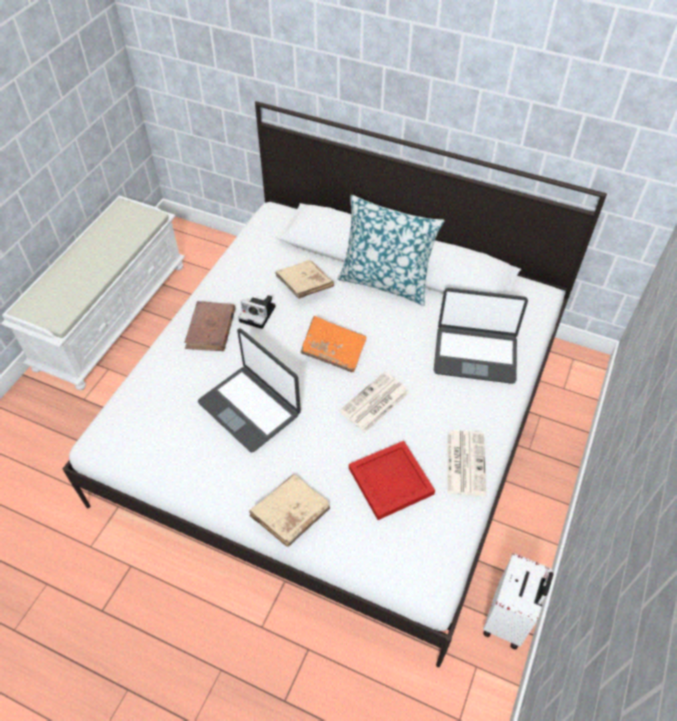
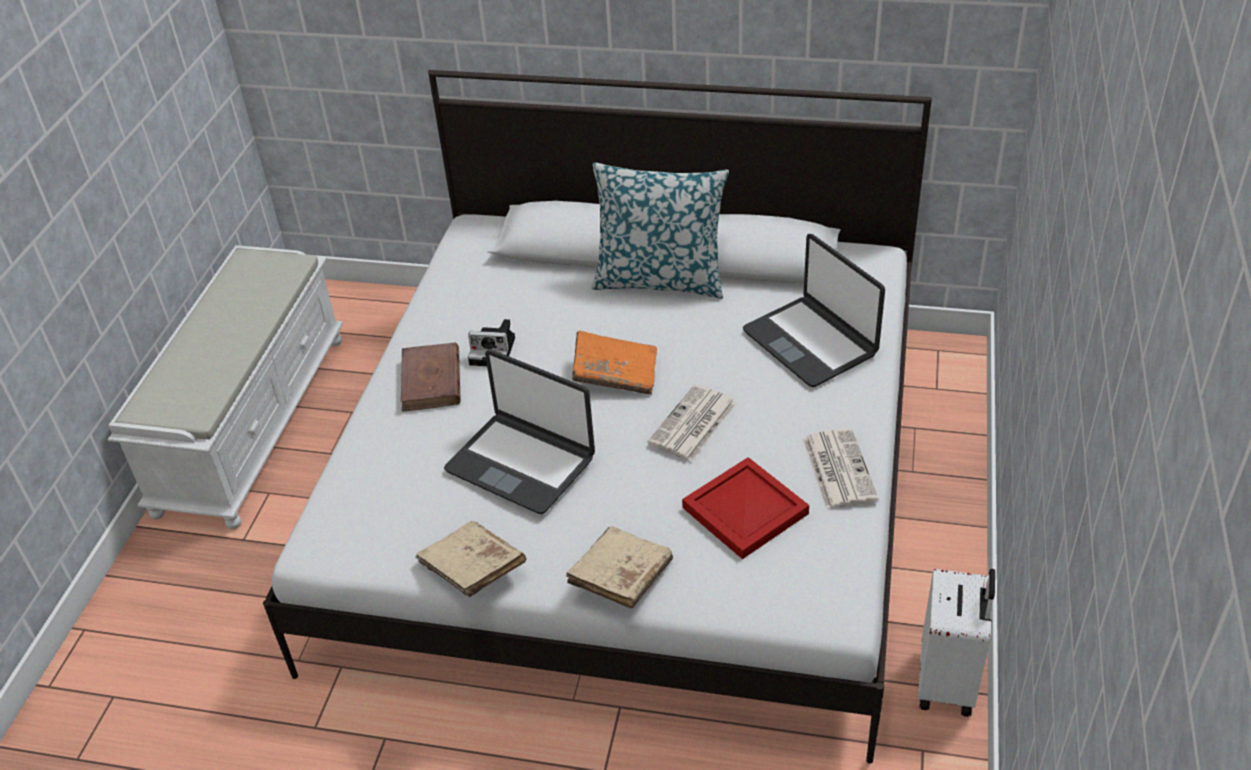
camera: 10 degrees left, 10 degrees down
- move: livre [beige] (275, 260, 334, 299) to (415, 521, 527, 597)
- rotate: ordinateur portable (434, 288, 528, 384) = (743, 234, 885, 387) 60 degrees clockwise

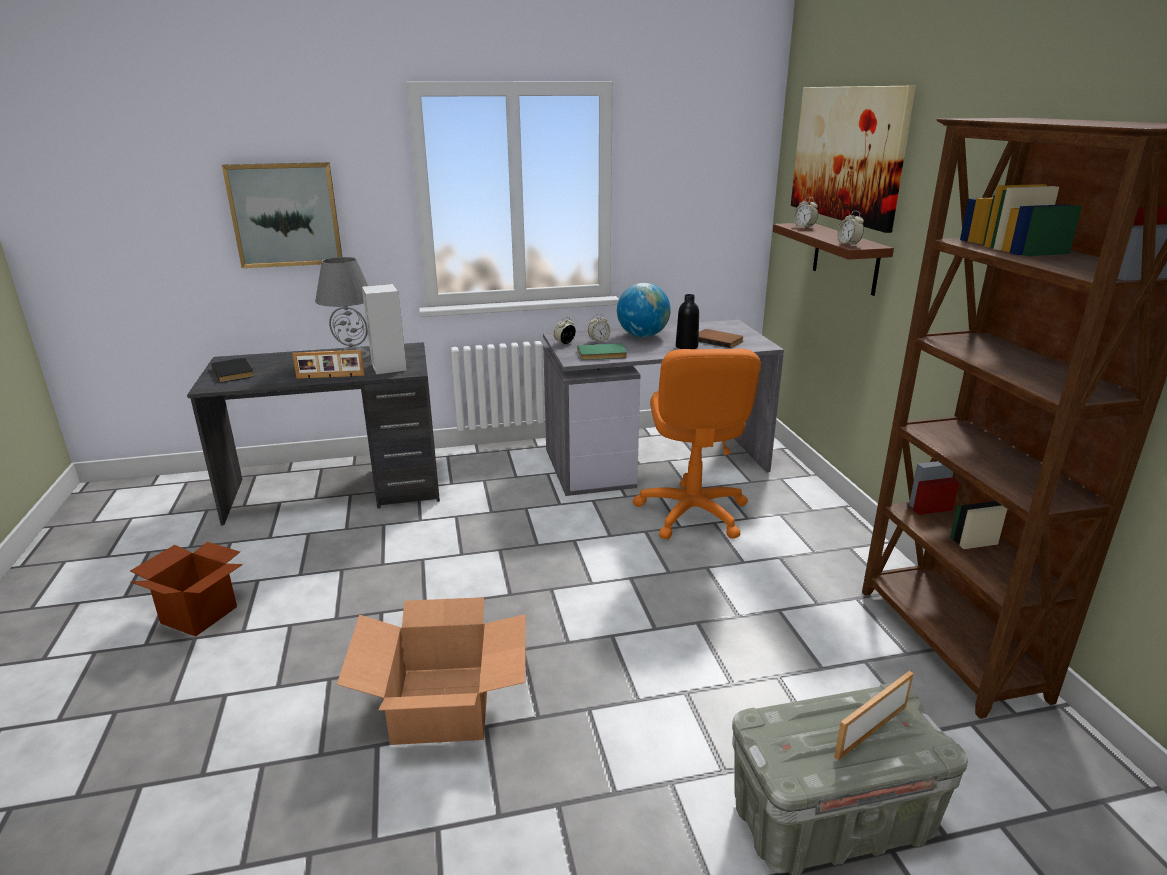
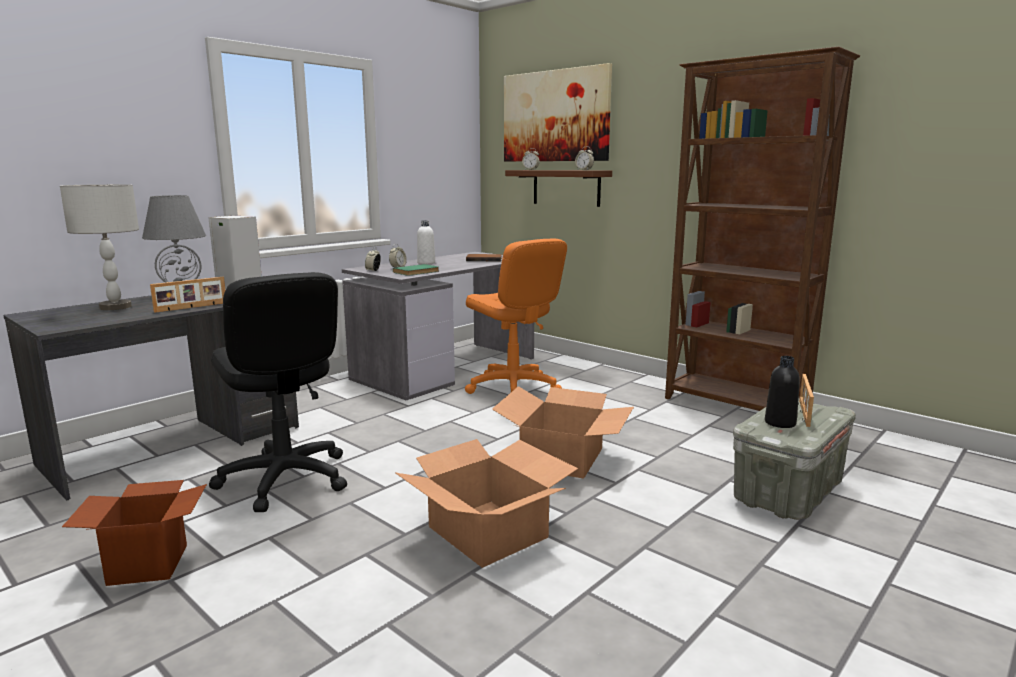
camera: 35 degrees left, 10 degrees down
- delete: livre [noir] (211, 358, 254, 383)
- delete: tableau (222, 162, 342, 268)
- replace: globe (617, 283, 671, 337) to bouteille [blanc] (417, 220, 435, 264)
- move: bouteille [noir] (676, 294, 699, 349) to (765, 356, 800, 428)
- insert: lampe de table [gris] (60, 184, 139, 310)
- insert: chaise de bureau [noir] (209, 272, 347, 512)
- insert: carton (492, 386, 634, 479)

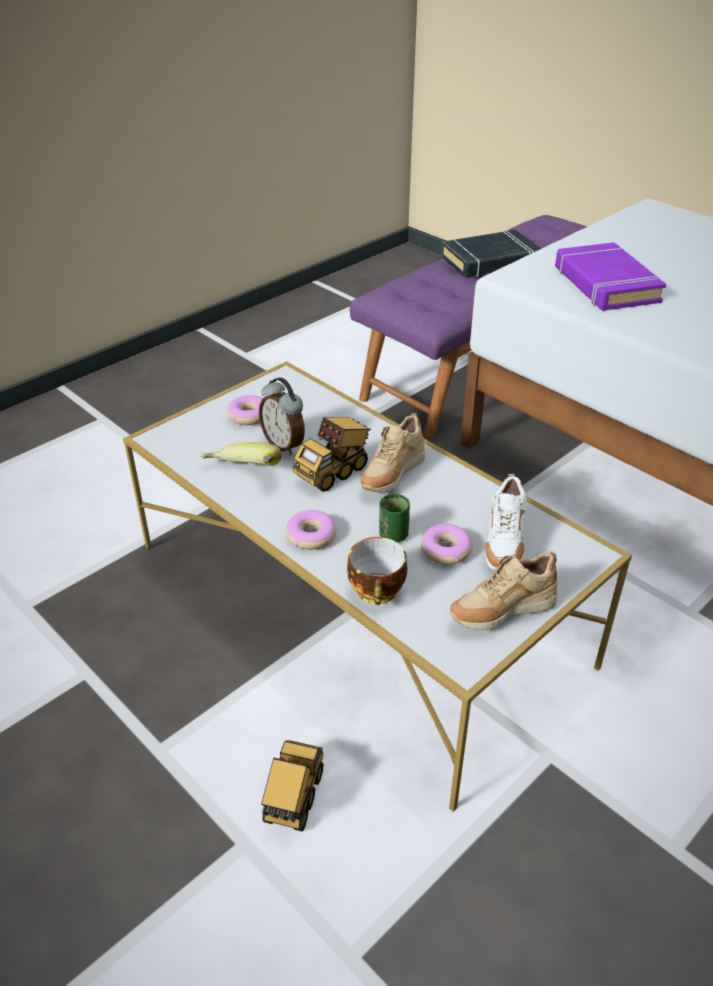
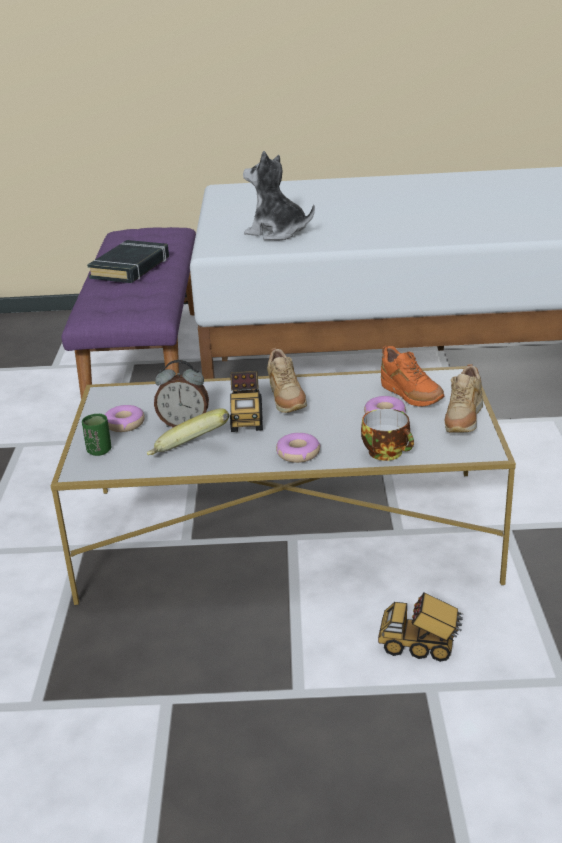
camera: 45 degrees left, 10 degrees down
- rotate: camion jouet (261, 740, 324, 832) = (378, 592, 463, 662) 45 degrees counterclockwise
- move: tasse [vert] (379, 494, 410, 542) to (82, 414, 111, 456)
- recolor: chaussure [blanc] (485, 474, 526, 570) to chaussure [orange] (381, 346, 444, 407)
- replace: livre [violet] (555, 242, 666, 311) to peluche (243, 151, 315, 240)

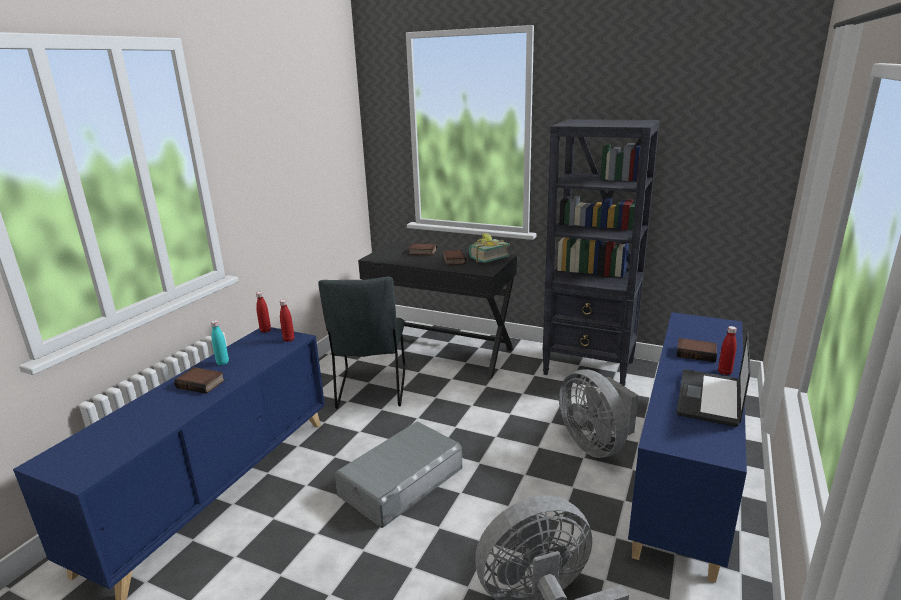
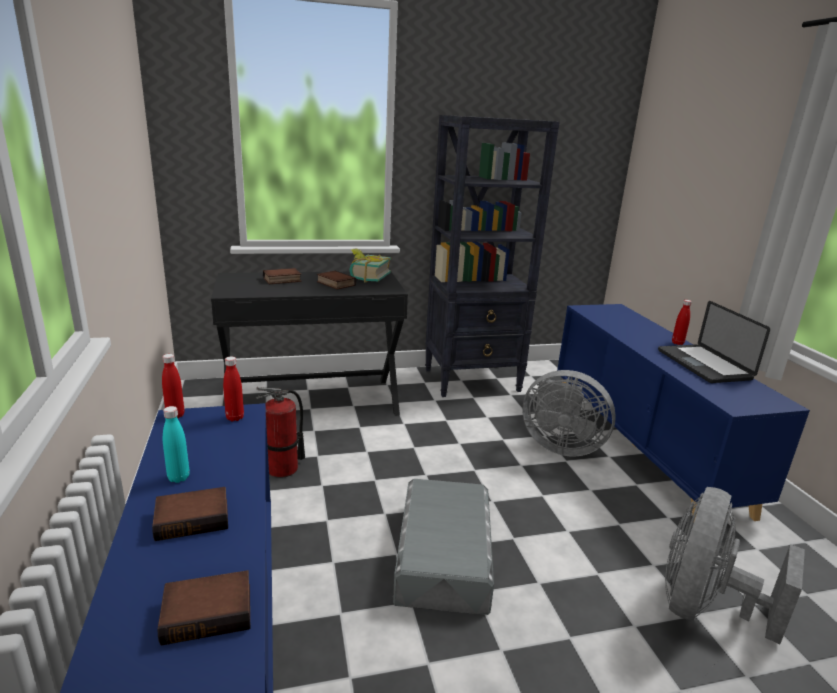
camera: 40 degrees left, 0 degrees up
- replace: chaise [gris] (318, 277, 405, 409) to extincteur (256, 387, 305, 478)
- move: livre (676, 338, 717, 362) to (158, 570, 250, 646)

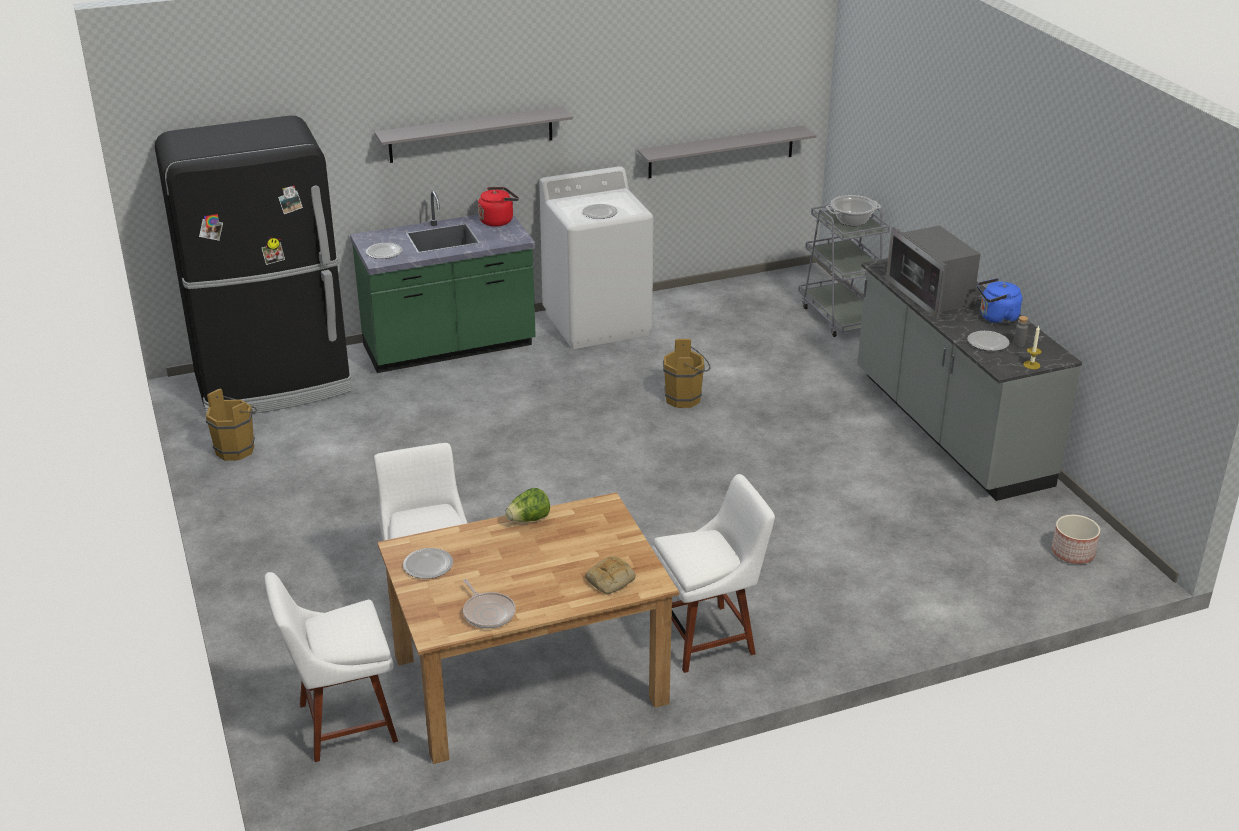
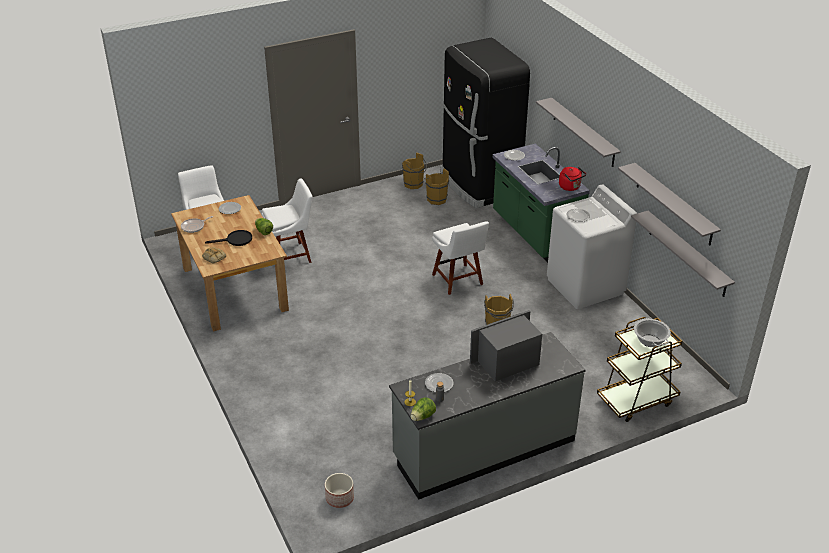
camera: 85 degrees right, 5 degrees up
- move: chaise [blanc] (652, 474, 775, 673) to (432, 221, 489, 295)
- recolor: chariot [gris] (798, 205, 890, 337) to chariot [marron] (597, 317, 682, 422)
- delete: bouilloire [bleu] (977, 278, 1022, 324)
- insert: poêle [noir] (205, 230, 252, 246)
- insert: laitue (411, 397, 436, 421)
- insert: seau [marron] (424, 168, 449, 205)
- insert: étagère [gris] (618, 163, 721, 245)

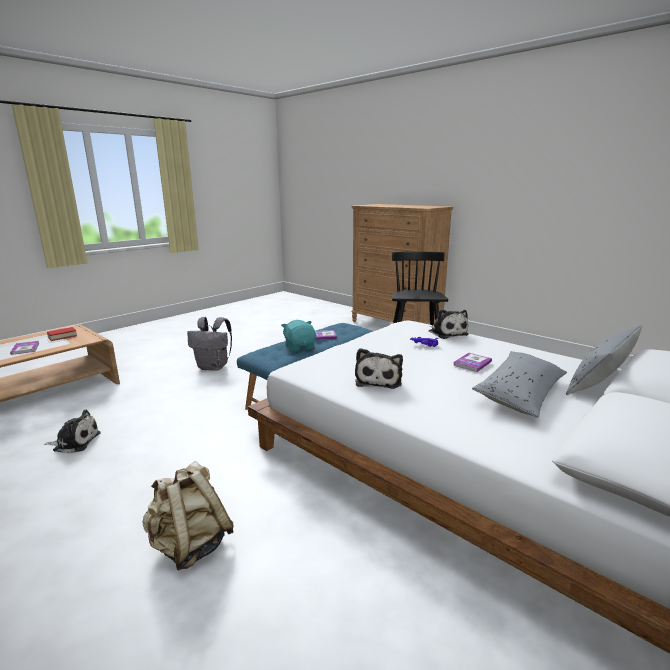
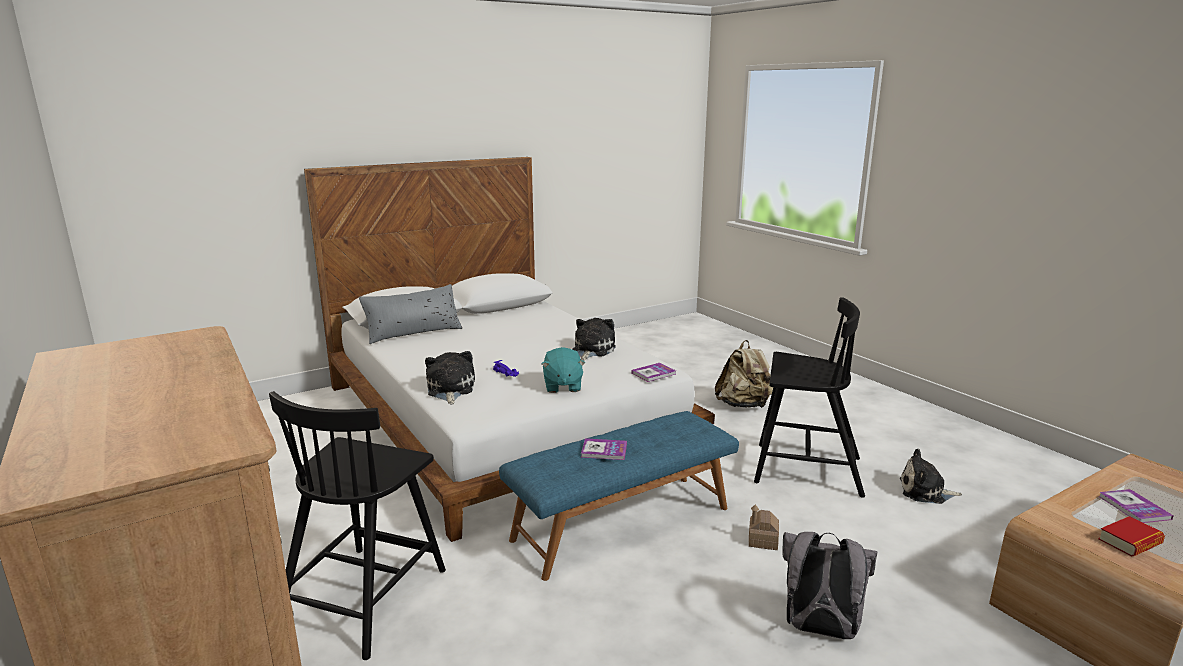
camera: 165 degrees left, 0 degrees up
- move: peluche [turquoise] (281, 320, 316, 352) to (542, 347, 585, 393)
- move: livre (453, 353, 492, 372) to (631, 363, 676, 382)
- delete: coussin [gris] (472, 351, 567, 418)
- insert: maison miniature (749, 505, 779, 550)
- insert: chaise [noir] (754, 297, 865, 498)

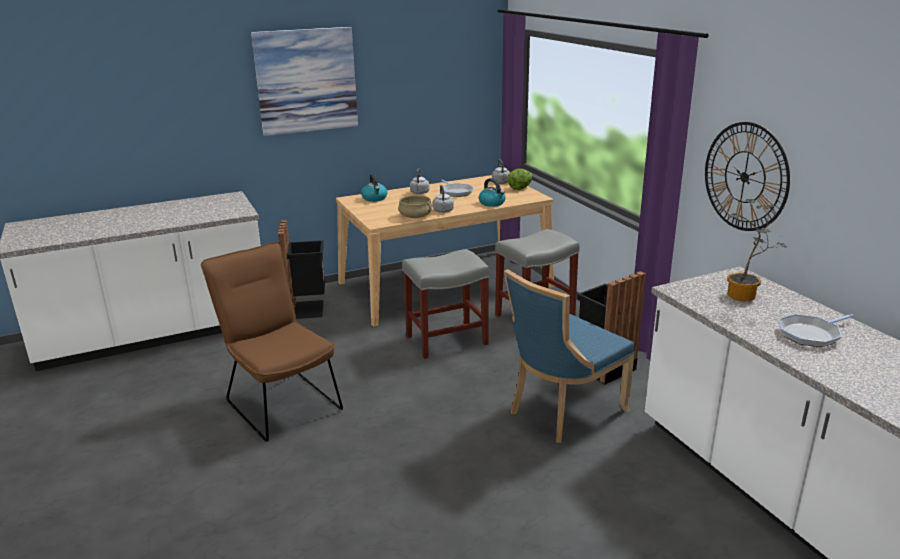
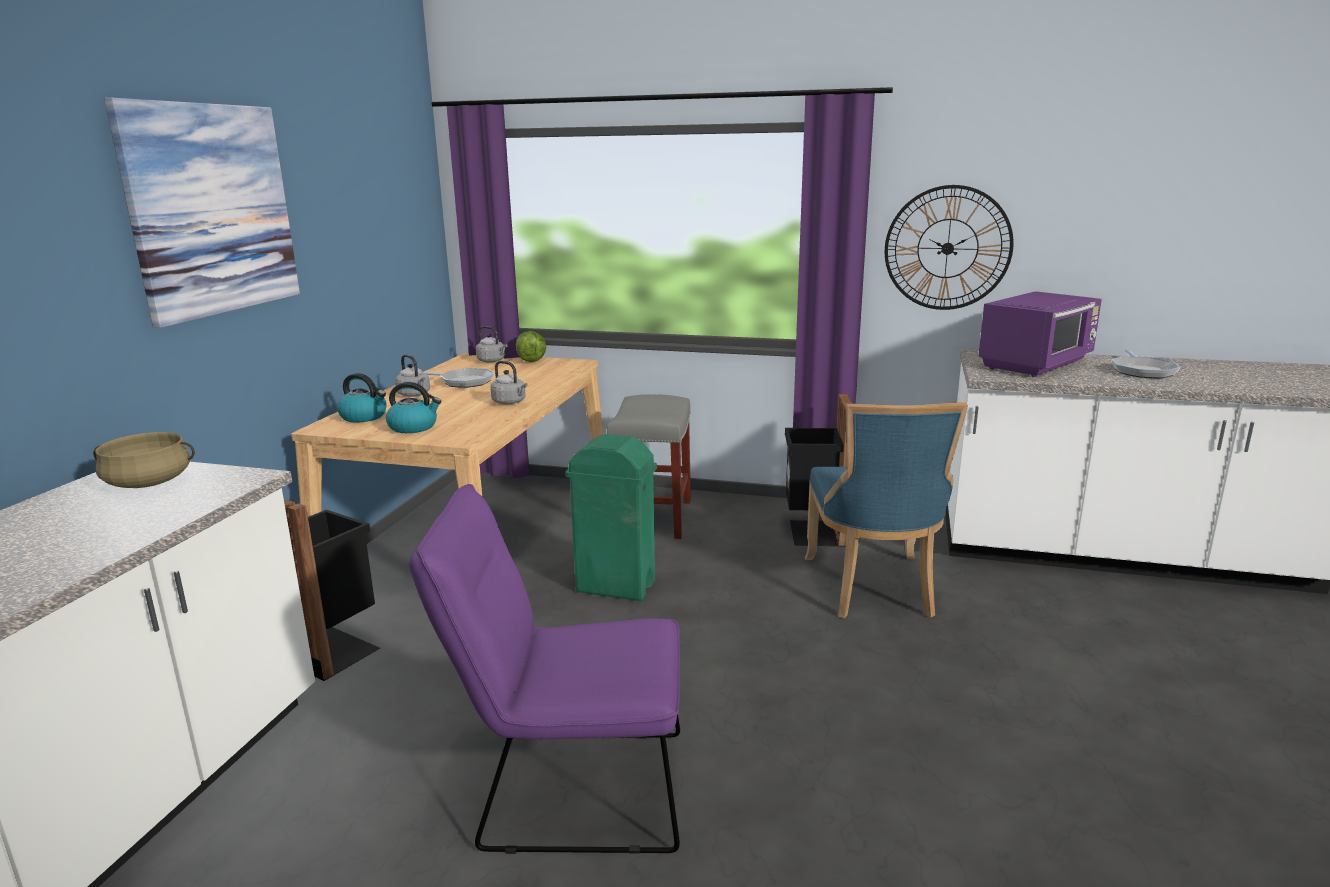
camera: 50 degrees left, 5 degrees down
- recolor: chaise [marron] (201, 242, 343, 442) to chaise [violet] (409, 484, 680, 854)
- move: marmite [beige] (398, 195, 432, 218) to (93, 432, 195, 488)
- replace: tabouret [gris] (402, 249, 489, 359) to poubelle [vert] (565, 434, 657, 601)
- move: bouilloire (479, 178, 506, 207) to (386, 382, 441, 433)
- replace: plante en pot (727, 199, 787, 301) to micro-ondes [violet] (978, 291, 1102, 377)

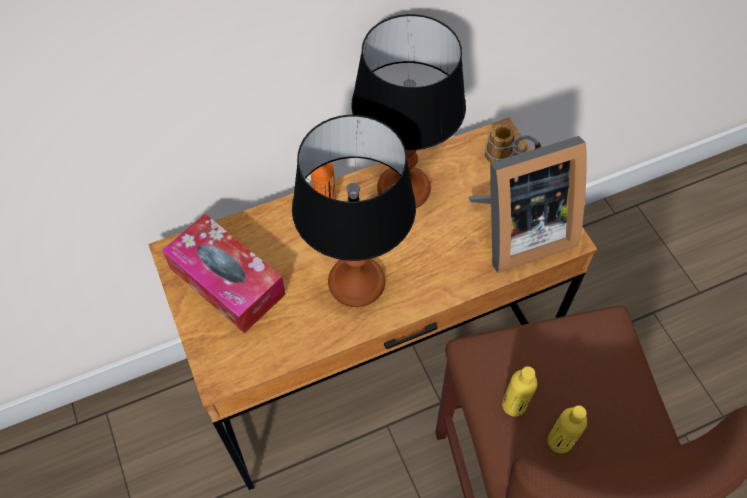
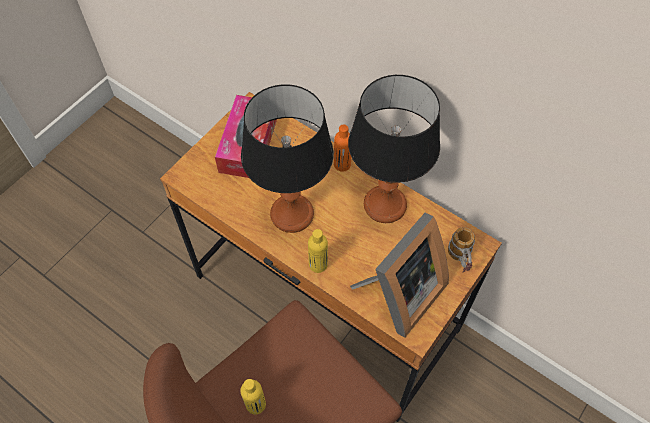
camera: 60 degrees right, 0 degrees up
- rotate: cadre photo (469, 136, 587, 273) = (350, 213, 449, 338) 90 degrees counterclockwise
- move: bouteille [jaune] (502, 366, 538, 416) to (308, 229, 328, 273)

